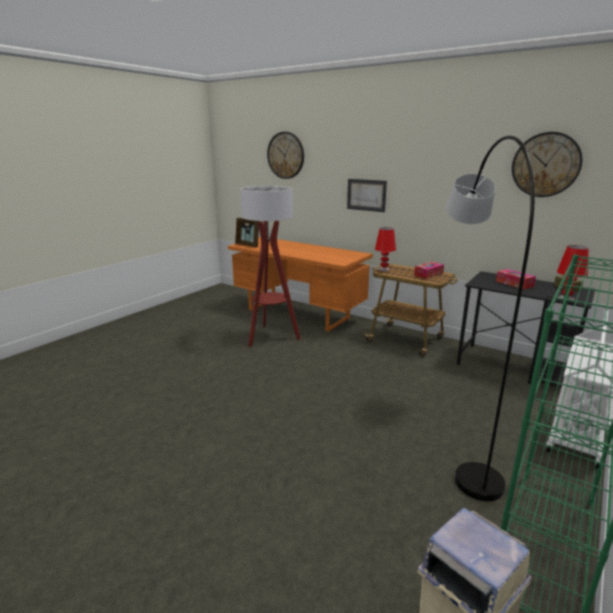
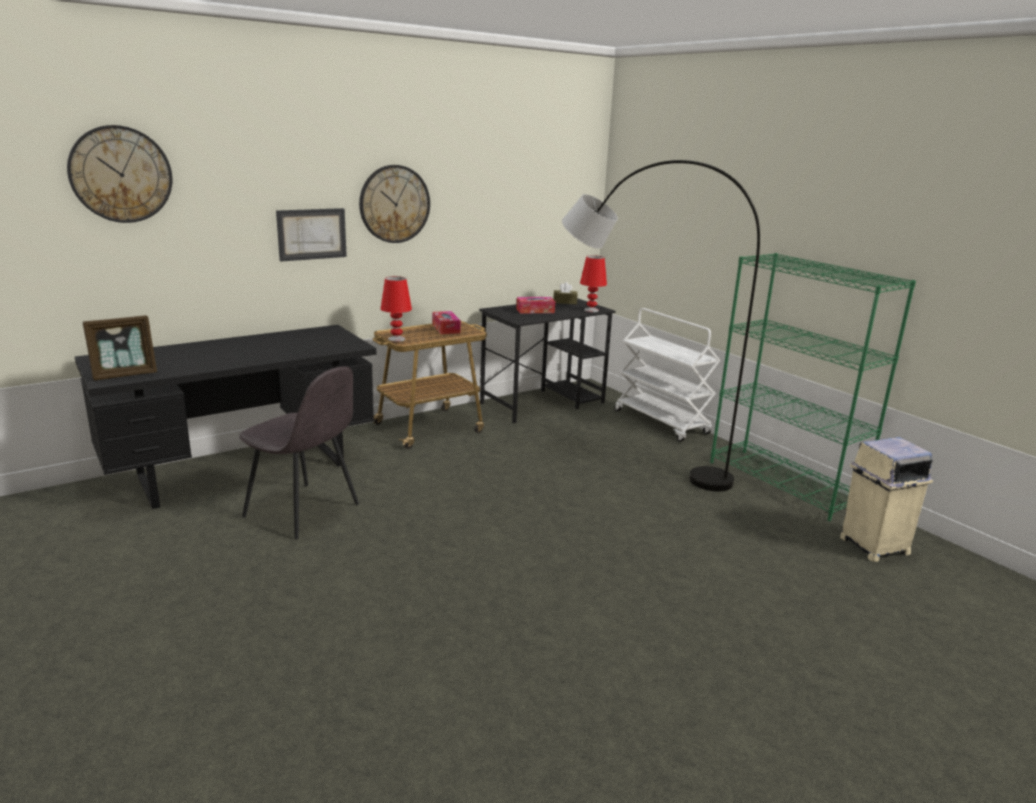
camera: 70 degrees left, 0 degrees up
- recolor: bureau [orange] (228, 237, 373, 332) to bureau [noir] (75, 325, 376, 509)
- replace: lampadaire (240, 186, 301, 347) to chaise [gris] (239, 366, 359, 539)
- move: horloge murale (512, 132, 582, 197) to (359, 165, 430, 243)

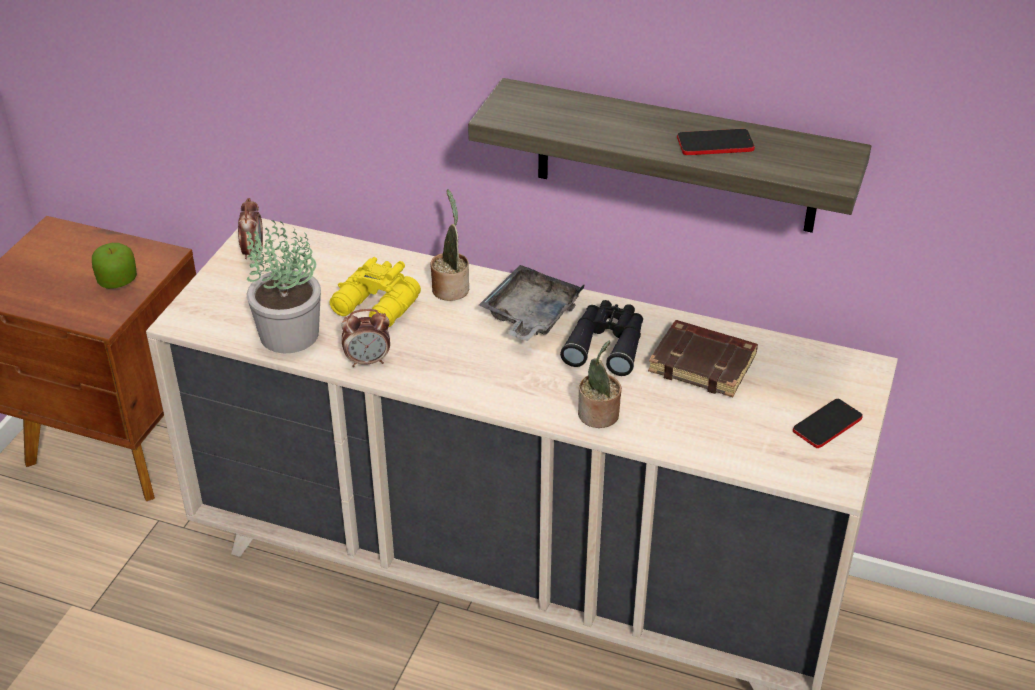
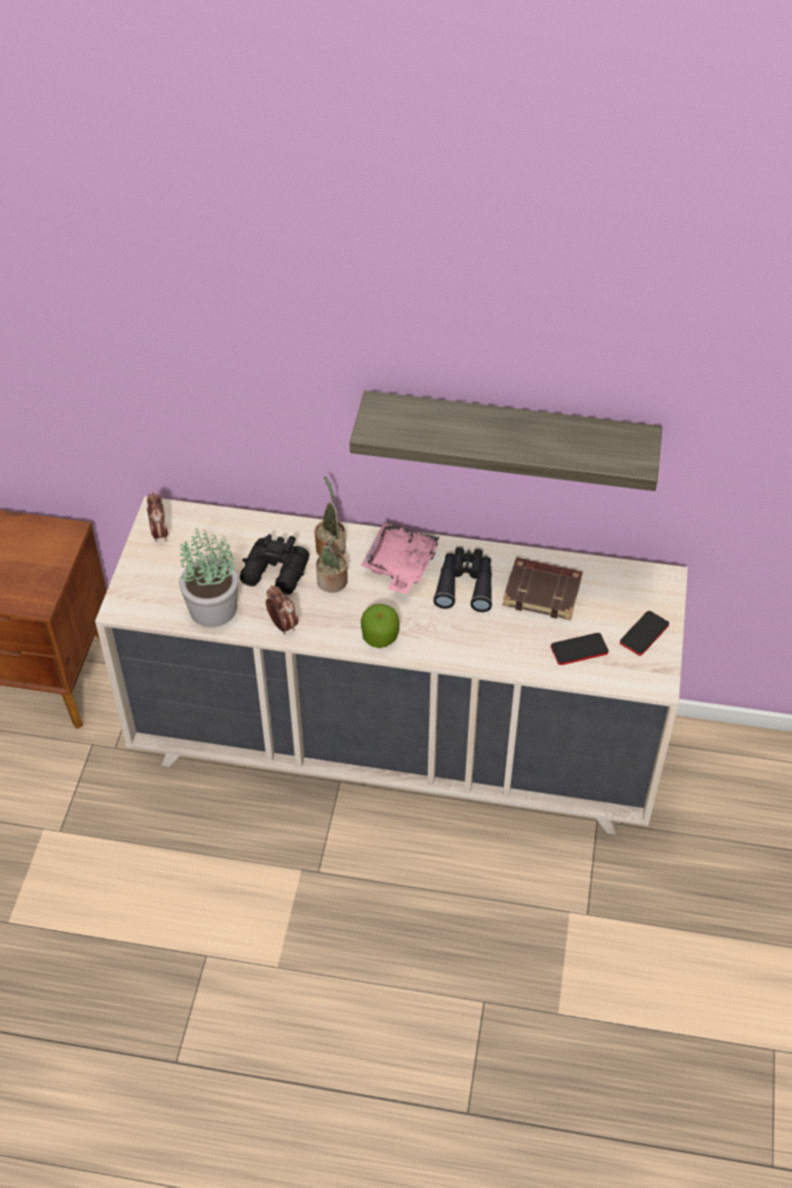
camera: 10 degrees left, 10 degrees up
- move: pomme (92, 243, 137, 289) to (361, 604, 400, 648)
- recolor: jumelles [jaune] (329, 257, 421, 327) to jumelles [noir] (240, 534, 309, 595)
- rotate: réveil (341, 309, 390, 367) = (266, 585, 298, 634) 105 degrees counterclockwise
- recolor: plateau [gris] (479, 265, 585, 341) to plateau [rose] (361, 522, 440, 594)
- move: plante en pot (578, 340, 622, 428) to (316, 535, 348, 593)
- move: téléphone (677, 129, 755, 155) to (550, 633, 609, 665)

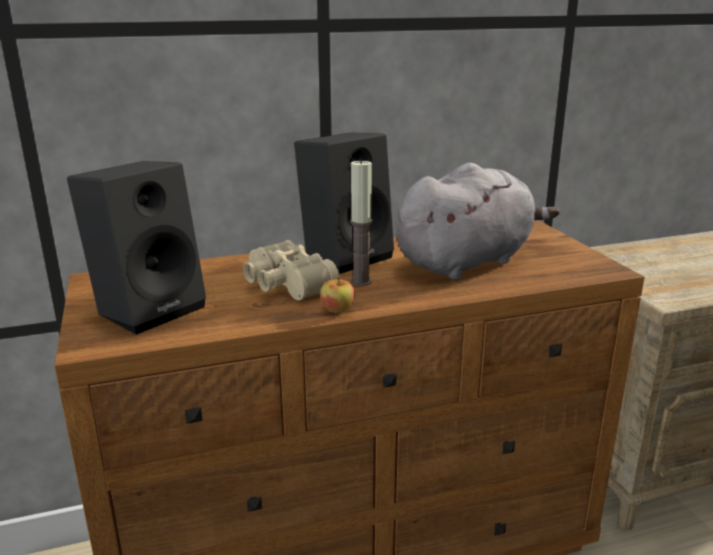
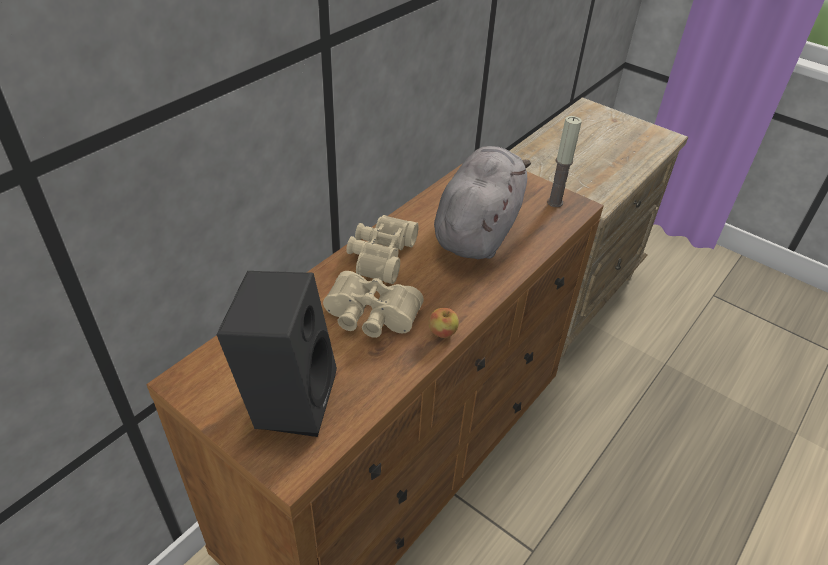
camera: 35 degrees left, 20 degrees up
- replace: enceinte [noir] (294, 132, 394, 274) to jumelles [beige] (346, 215, 419, 284)
- move: bougie (350, 159, 373, 286) to (547, 116, 582, 207)

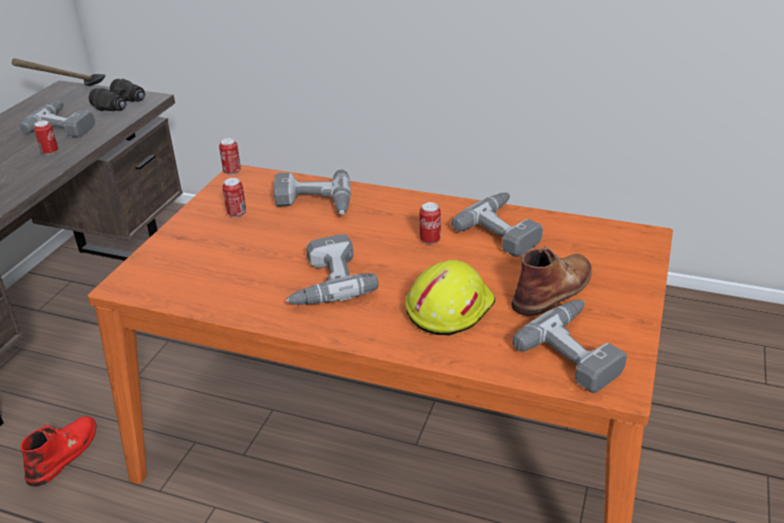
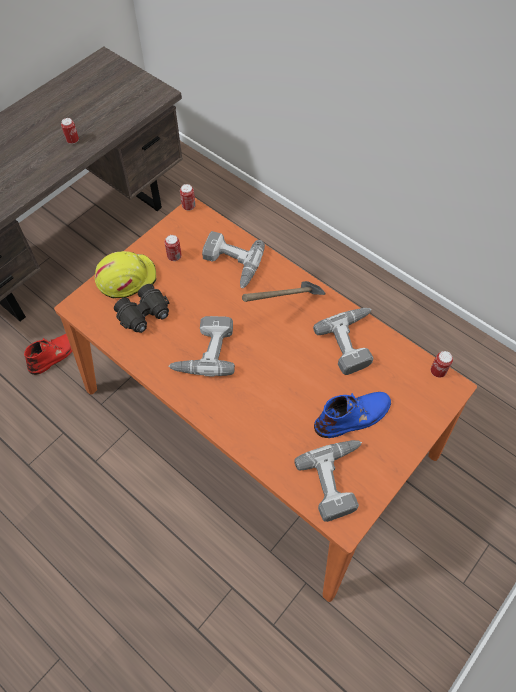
camera: 20 degrees right, 25 degrees up
- move: marteau (12, 58, 106, 86) to (242, 281, 325, 302)
- delete: perceuse (20, 101, 95, 138)
- move: jumelles [noir] (89, 79, 145, 111) to (114, 284, 169, 333)
- move: casque de chantier [jaune] (405, 260, 495, 336) to (95, 251, 156, 298)
- move: boîte métallique (420, 202, 441, 245) to (431, 351, 453, 378)
- recolor: botte [marron] (512, 246, 592, 316) to botte [bleu] (314, 392, 391, 438)

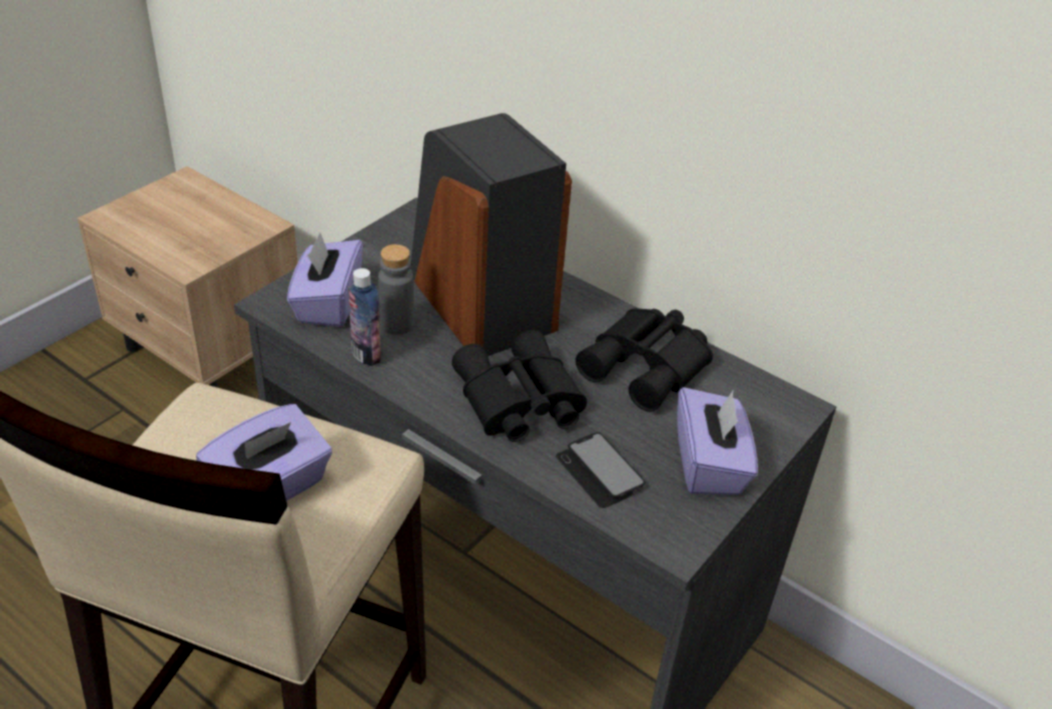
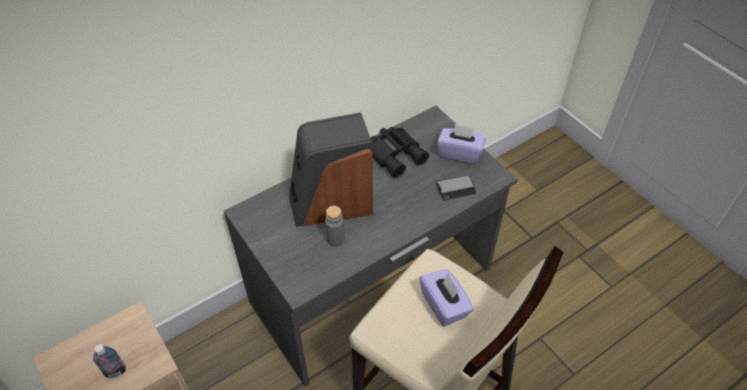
camera: 70 degrees left, 10 degrees up
- delete: boîte à mouchoirs [violet] (287, 233, 363, 327)
- move: bouteille (348, 268, 381, 366) to (93, 344, 126, 378)
- delete: jumelles [noir] (452, 330, 587, 442)

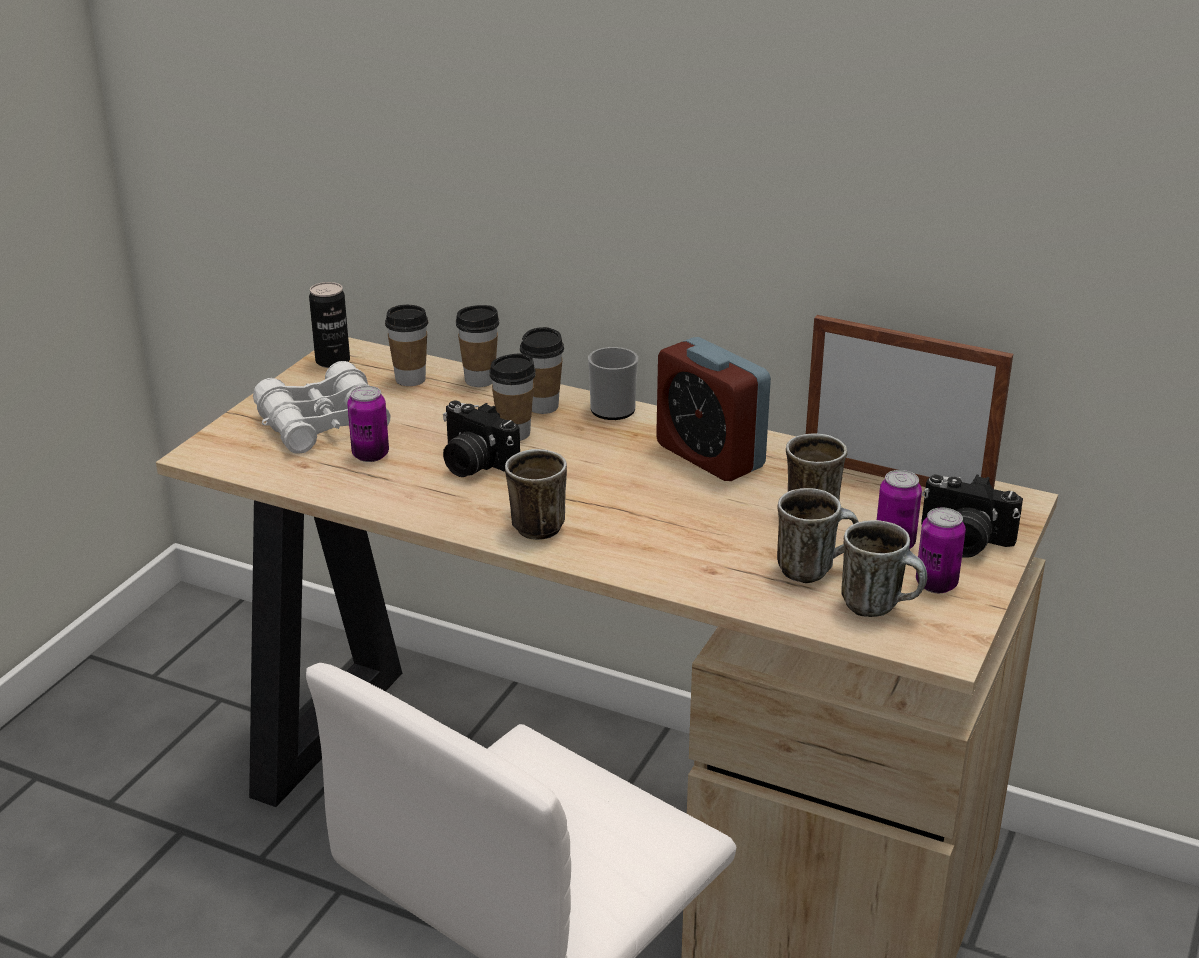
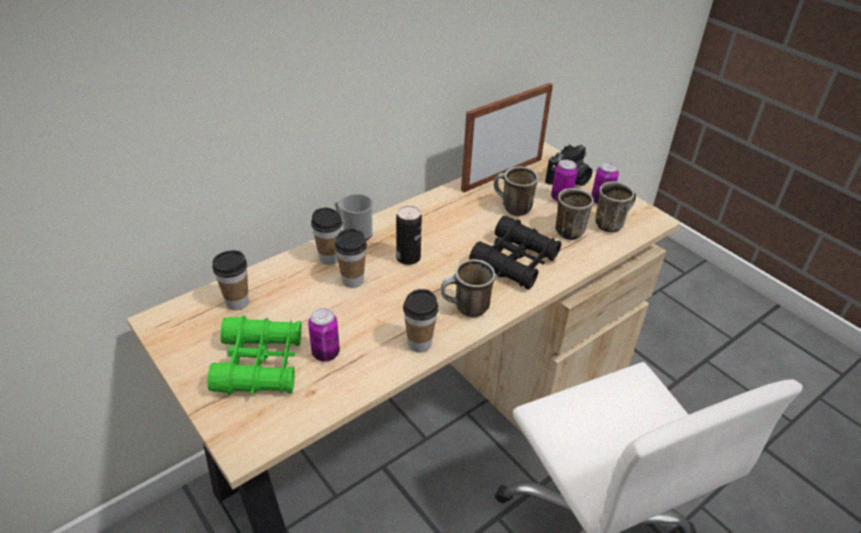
camera: 65 degrees left, 10 degrees up
- recolor: jumelles [blanc] (253, 361, 390, 454) to jumelles [vert] (207, 316, 302, 395)
- move: boîte métallique (309, 282, 350, 368) to (396, 205, 422, 265)
- delete: appareil photo (443, 401, 520, 477)
- move: tasse (456, 305, 499, 387) to (403, 289, 438, 353)
- delete: réveil (656, 337, 771, 481)
- insert: jumelles [noir] (469, 216, 561, 290)

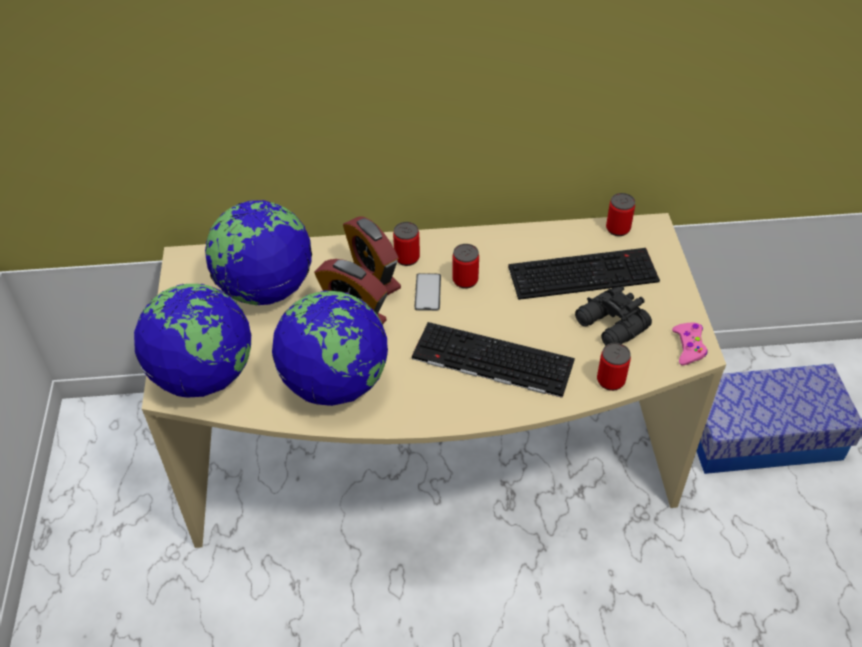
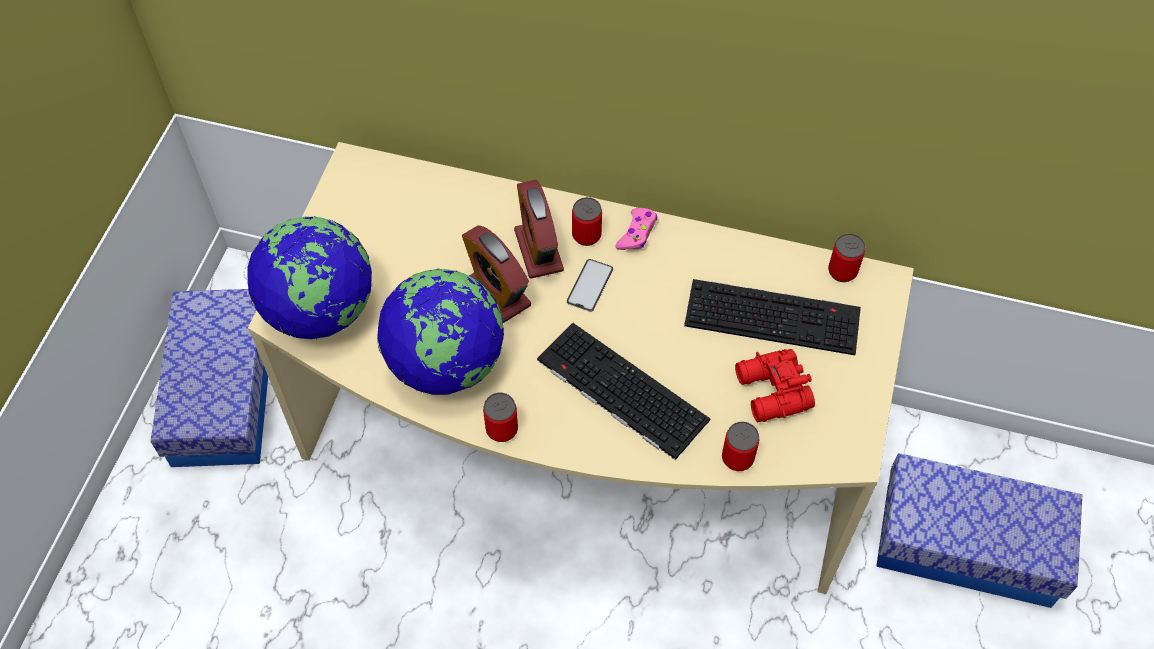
camera: 20 degrees right, 10 degrees up
- delete: globe (205, 200, 312, 305)
- move: boîte métallique (452, 244, 479, 289) to (483, 393, 518, 442)
- recolor: jumelles [noir] (575, 286, 652, 346) to jumelles [rouge] (735, 349, 815, 422)
- move: manette [rose] (672, 323, 707, 366) to (615, 208, 657, 250)
- insert: boîte de rangement (151, 289, 268, 467)

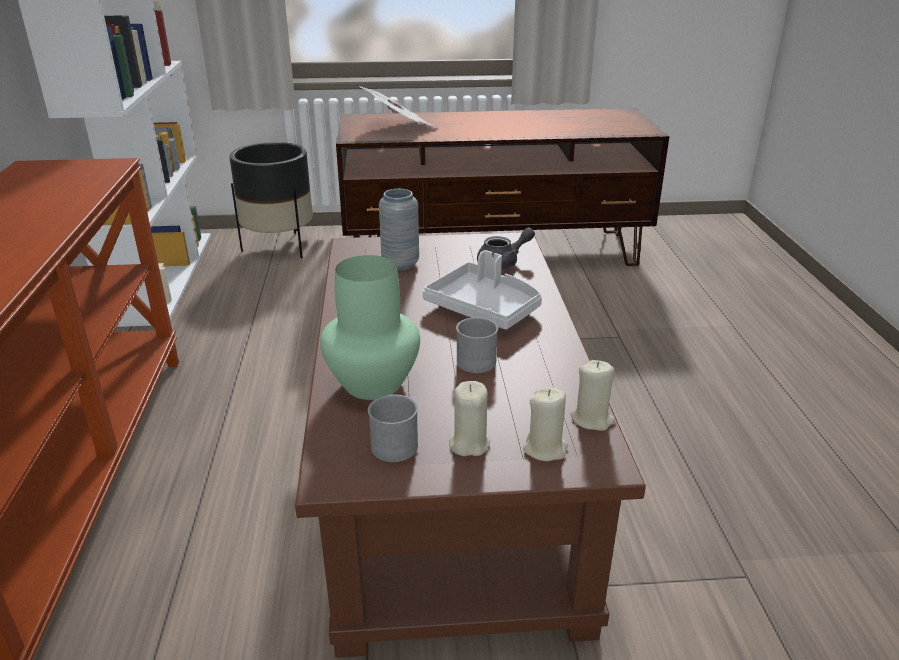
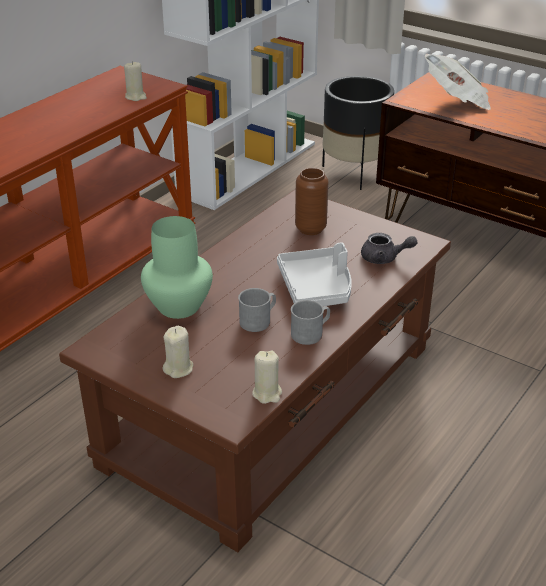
camera: 40 degrees right, 5 degrees up
- move: mug [gris] (368, 394, 418, 462) to (291, 300, 330, 345)
- recolor: vase [gris] (379, 189, 419, 270) to vase [marron] (295, 168, 329, 235)
- move: bougie [beige] (523, 388, 568, 461) to (124, 61, 147, 101)

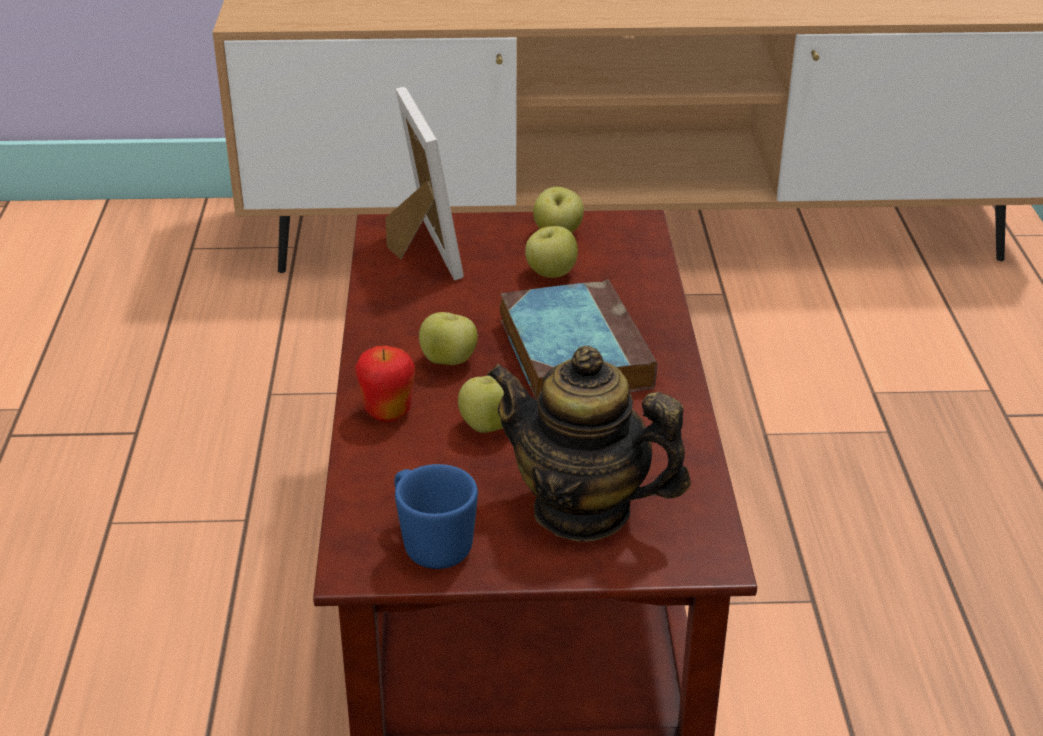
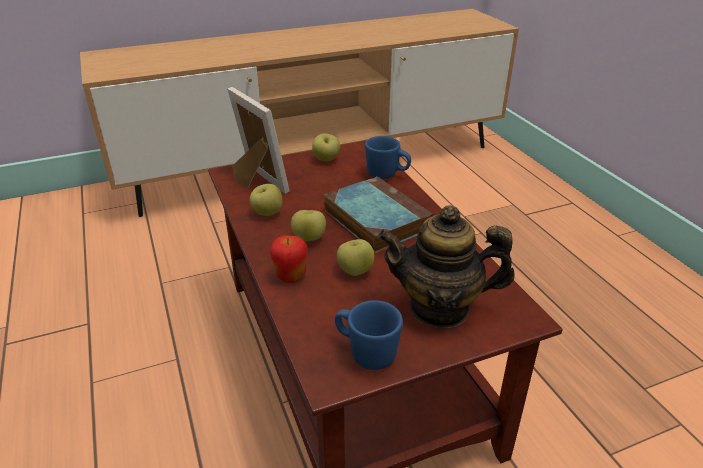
camera: 20 degrees left, 0 degrees up
- move: pomme (525, 226, 578, 278) to (250, 184, 283, 216)
- insert: mug [bleu] (365, 136, 411, 179)

